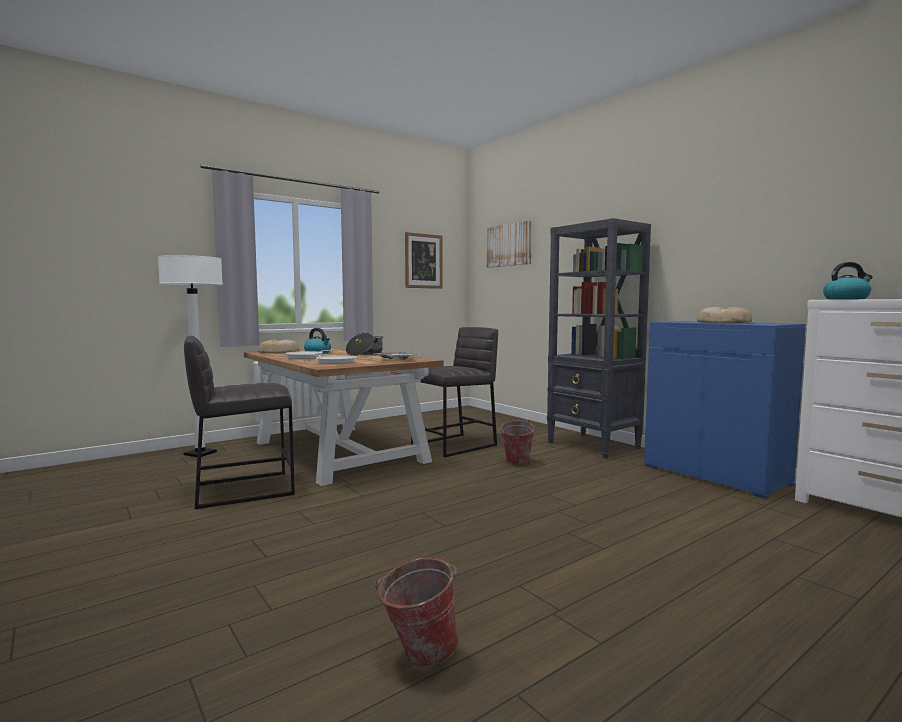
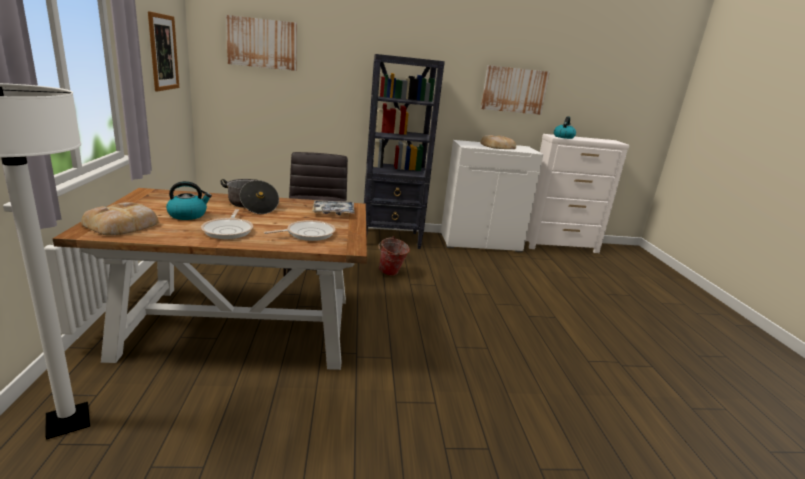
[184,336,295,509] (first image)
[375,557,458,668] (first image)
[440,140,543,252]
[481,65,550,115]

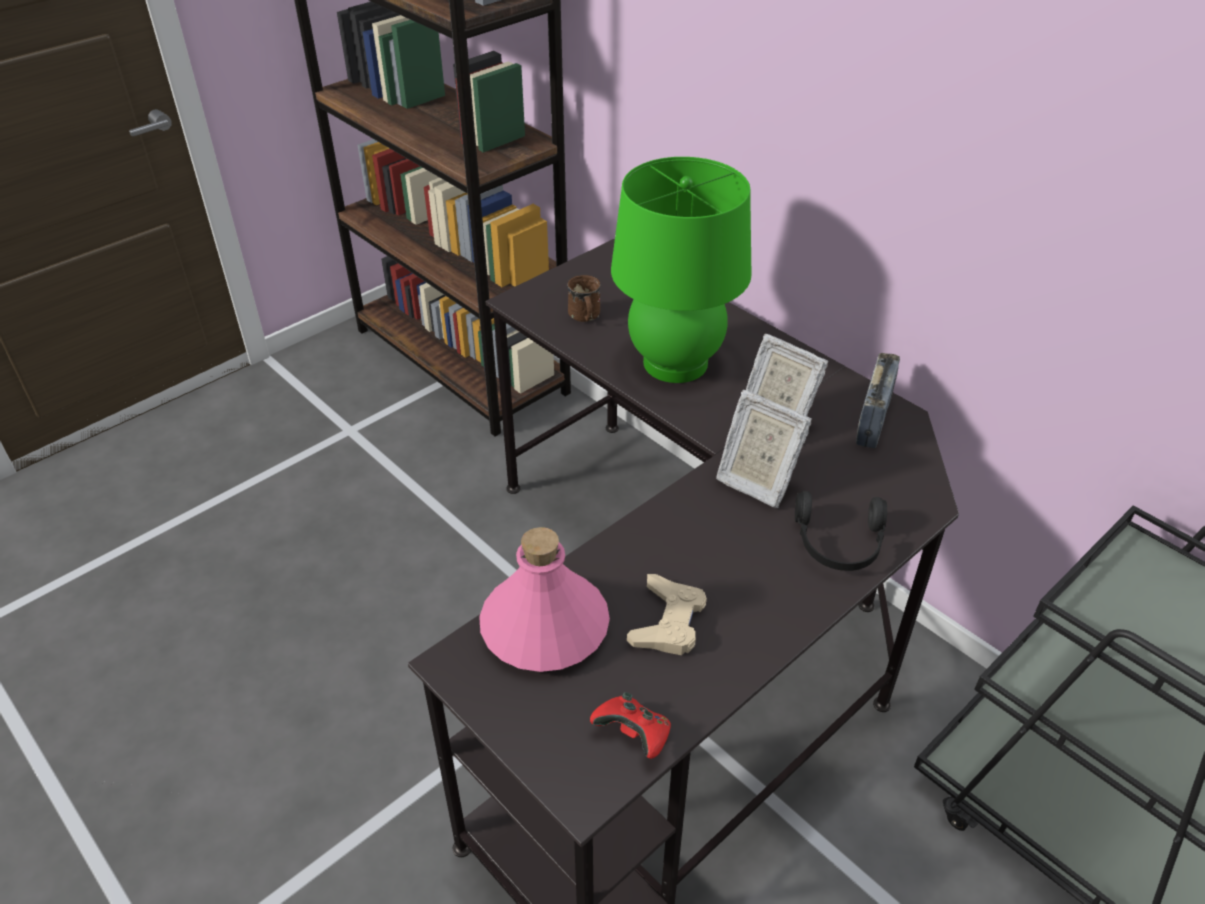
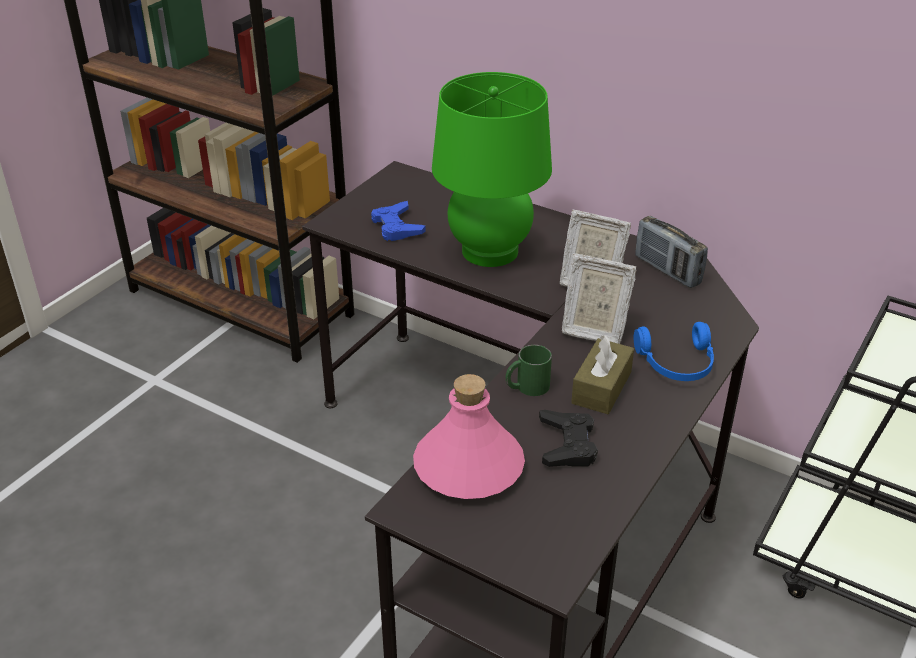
[371,201,426,241]
[590,692,671,759] (first image)
[539,410,598,467]
[634,322,714,381]
[635,216,708,288]
[506,345,552,396]
[571,335,634,414]

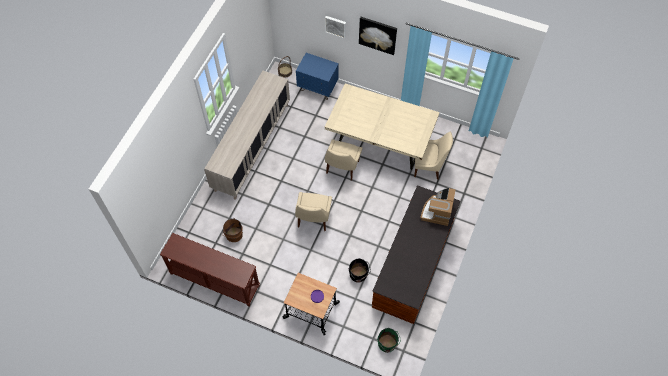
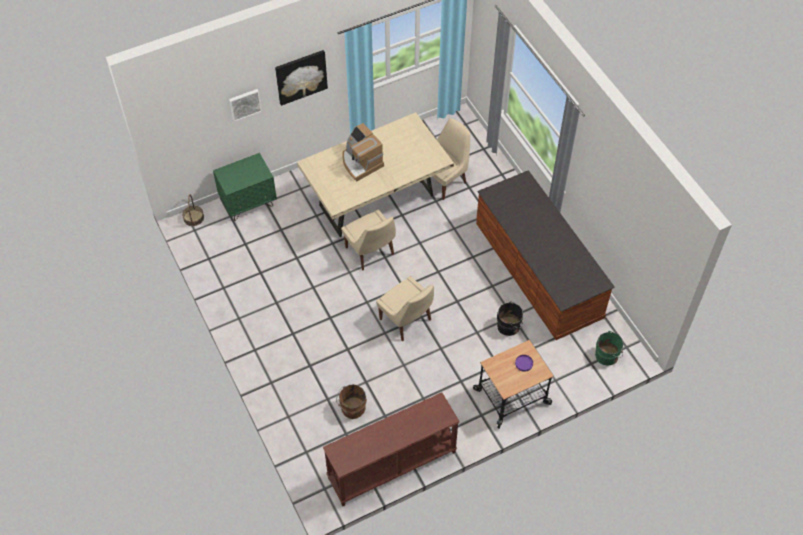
[204,71,290,200] (first image)
[213,153,277,221]
[342,123,384,182]

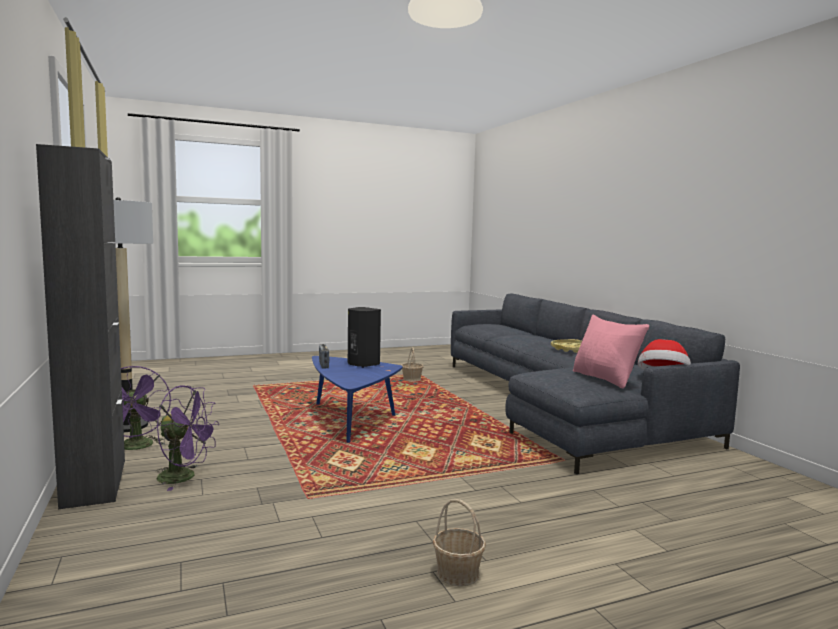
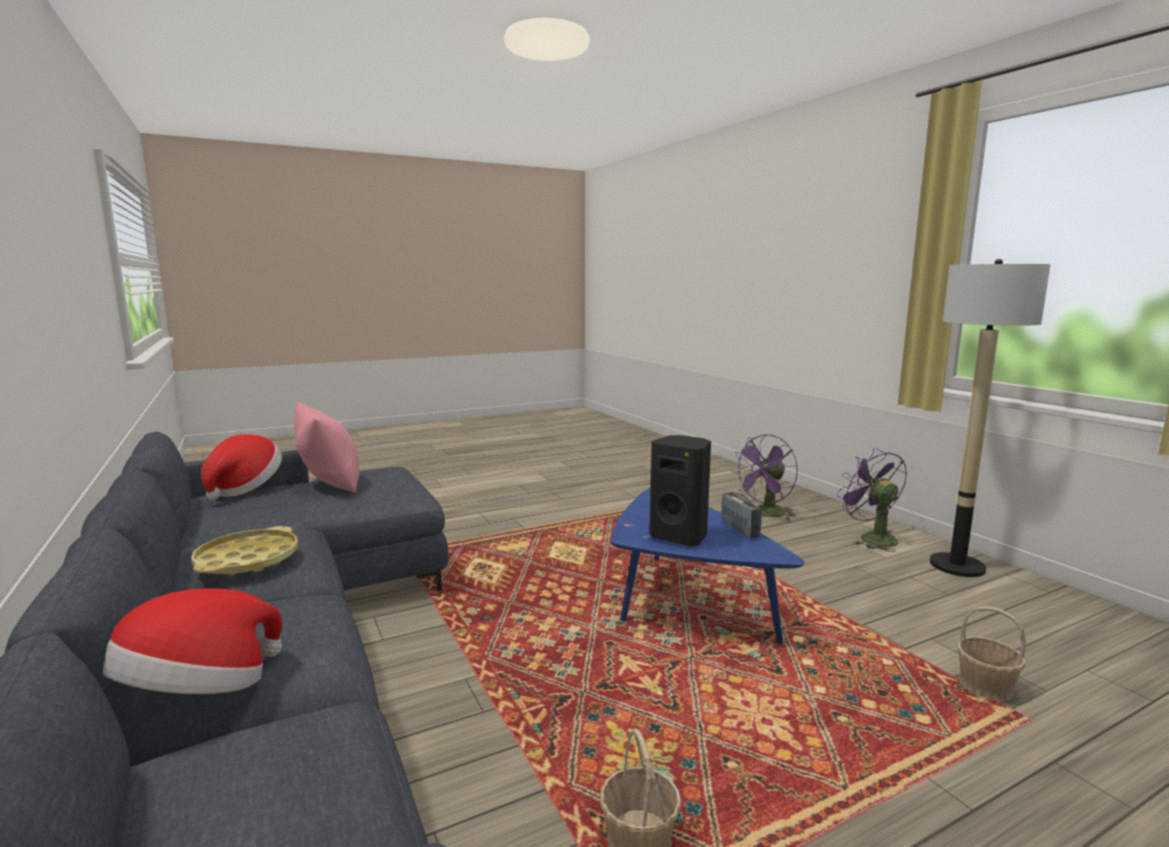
[36,144,125,509] (first image)
[732,434,798,520]
[957,606,1026,701]
[103,588,282,694]

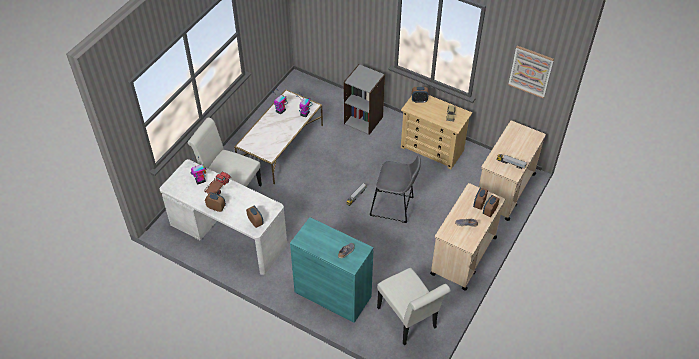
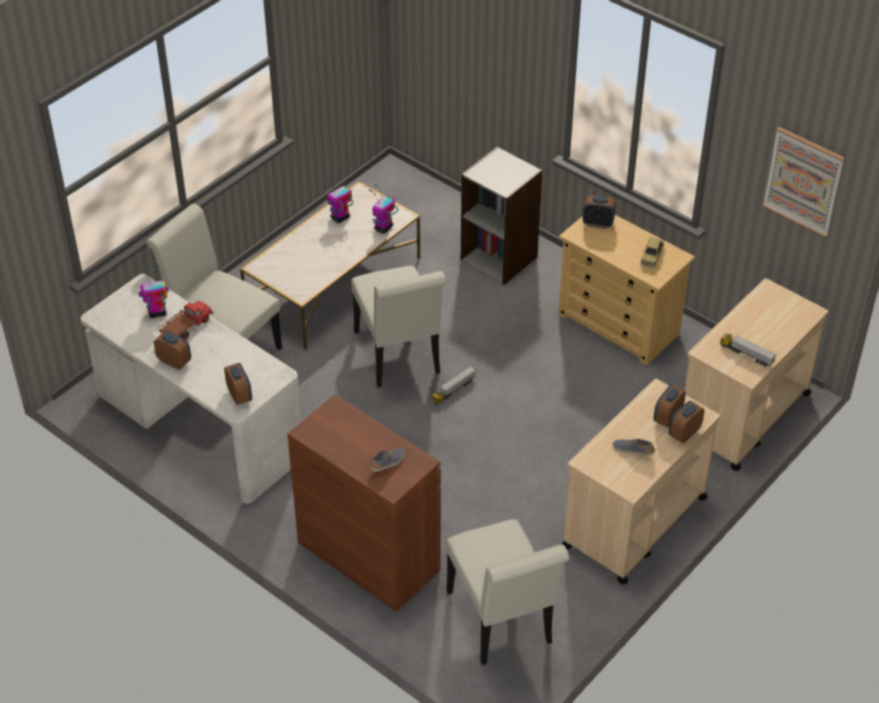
[287,394,441,612]
[369,155,421,223] (first image)
[351,266,446,388]

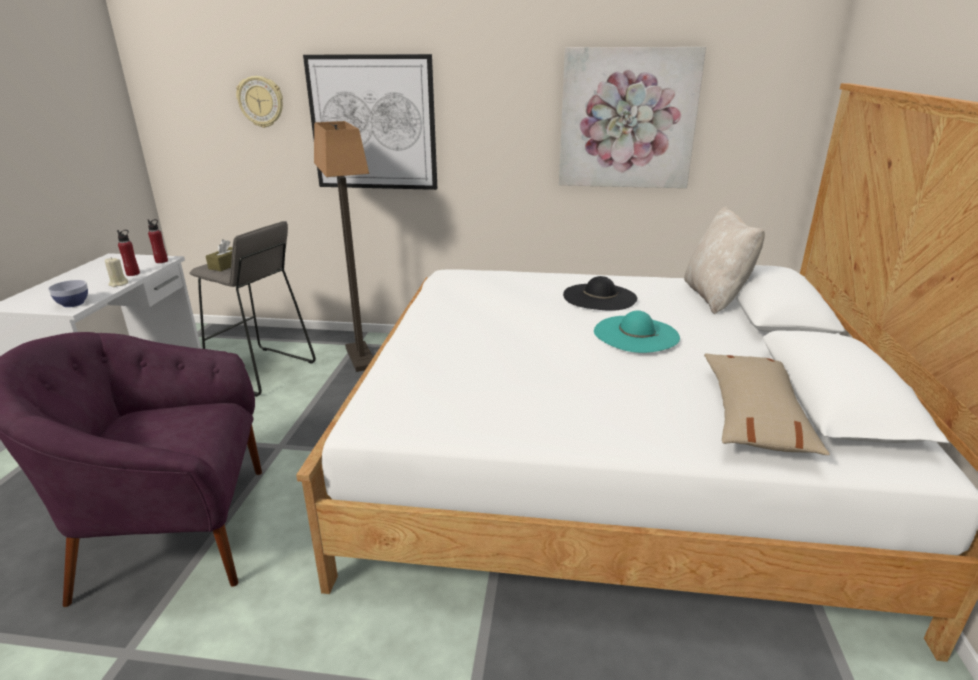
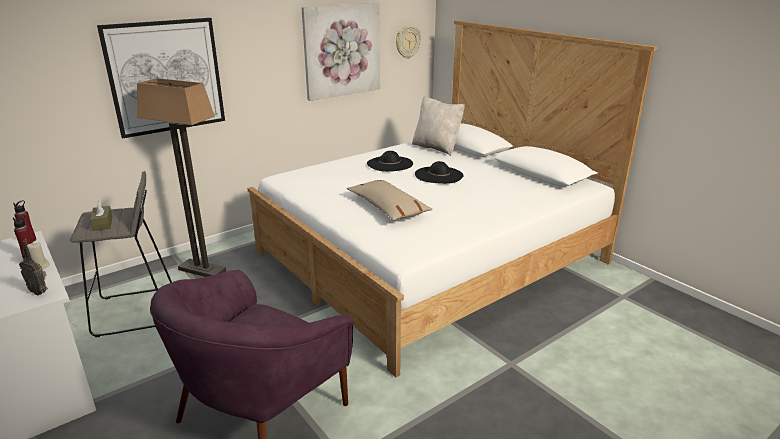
[19,241,48,295]
[396,26,421,59]
[415,161,463,184]
[347,180,433,221]

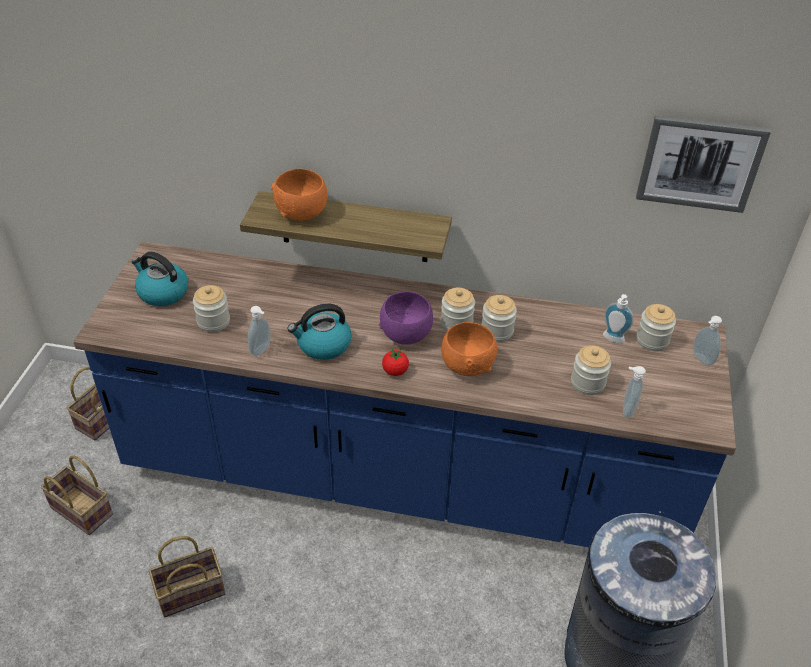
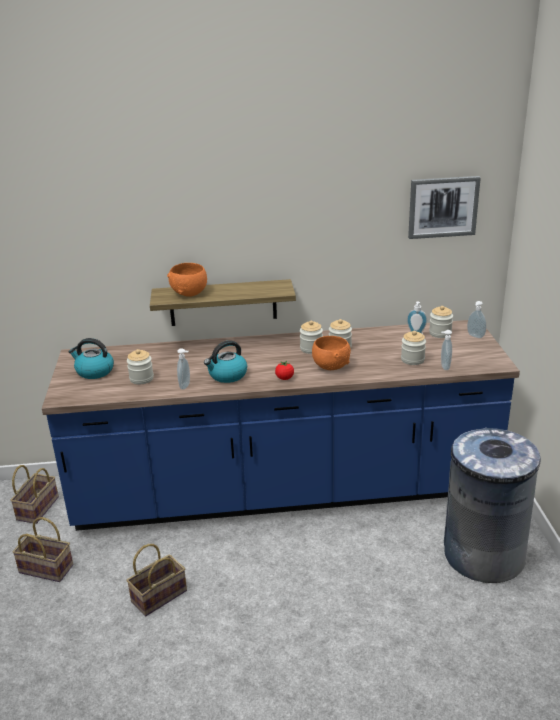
[379,292,433,345] (first image)

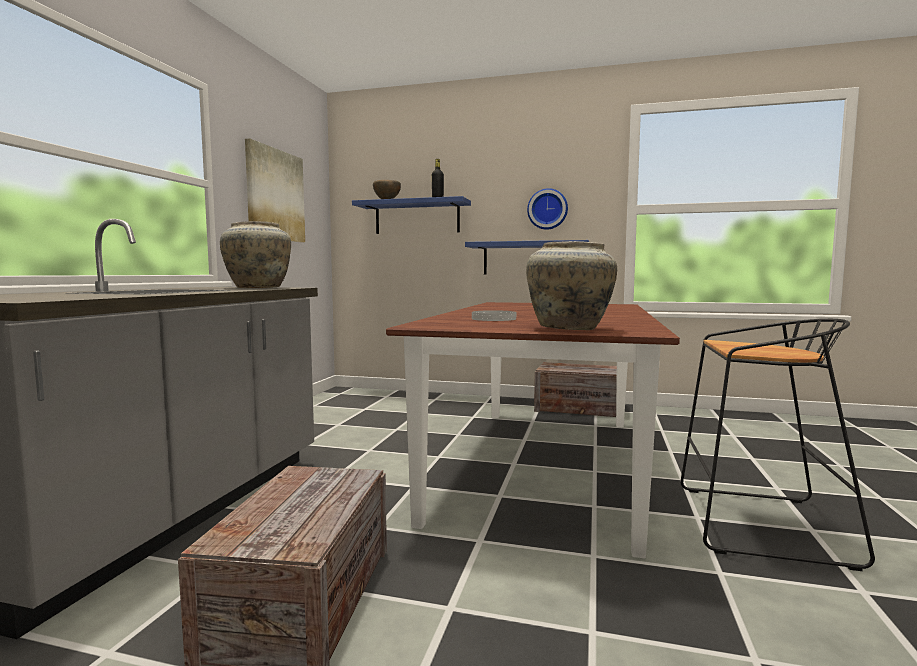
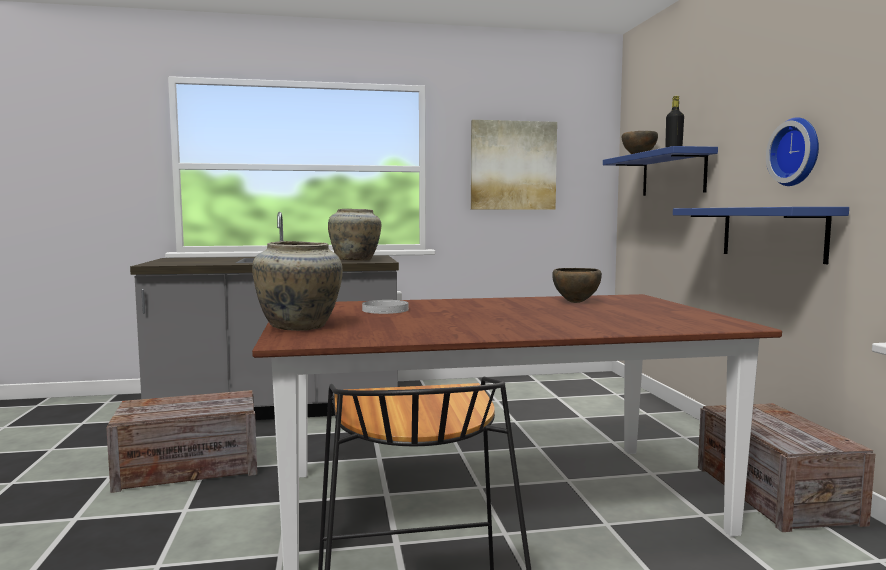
[552,268,602,303]

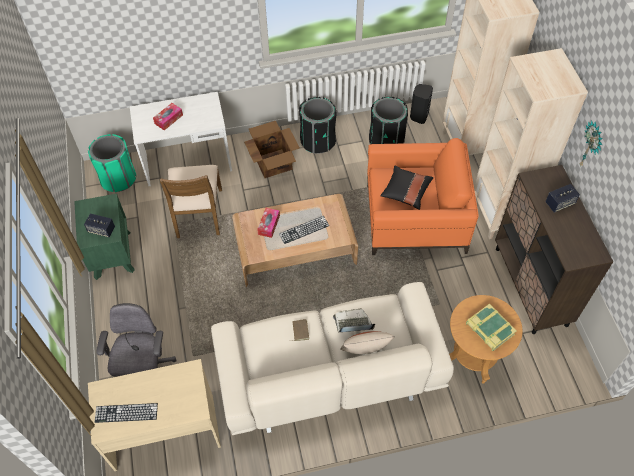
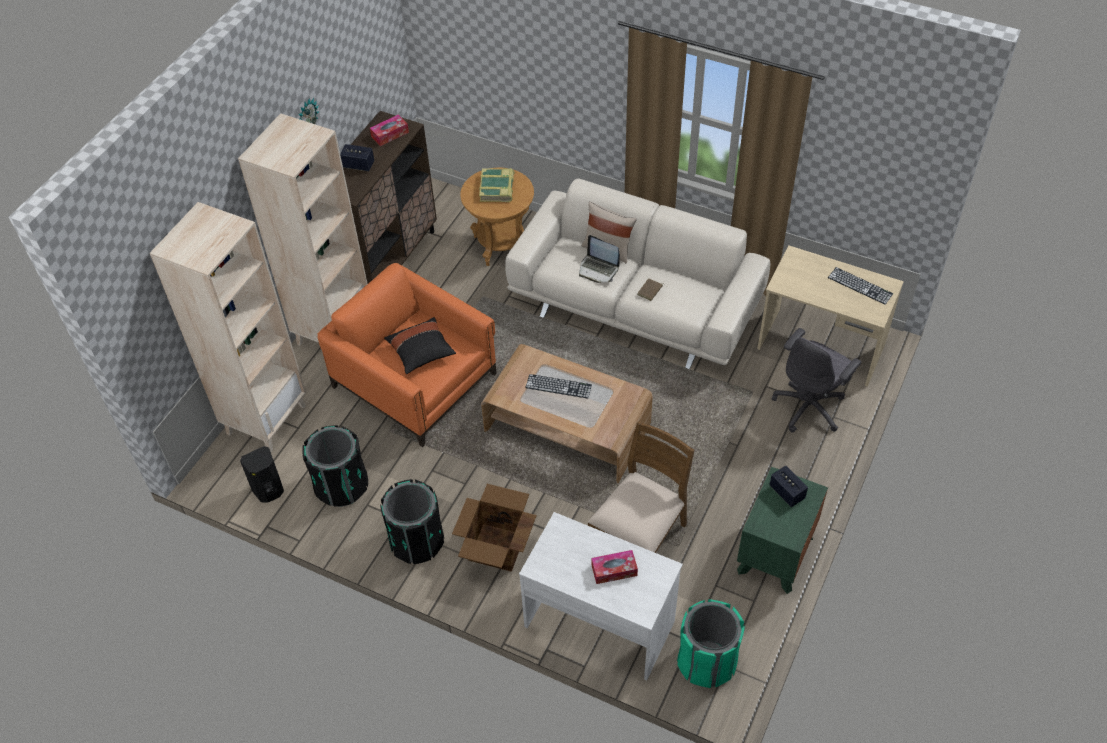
[370,115,409,146]

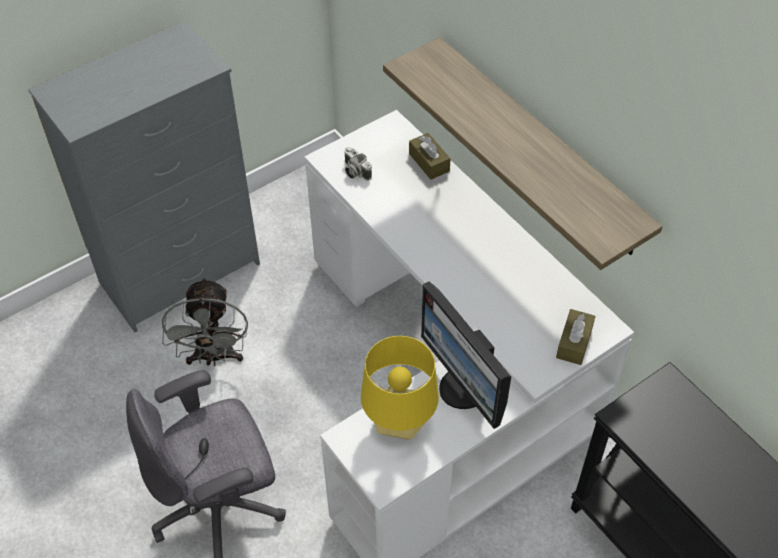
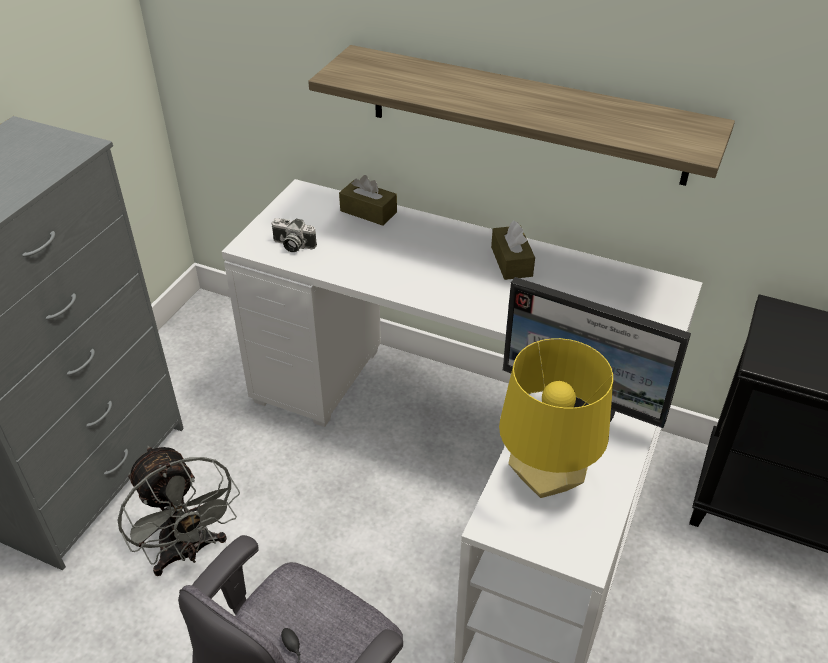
[491,220,535,280]

